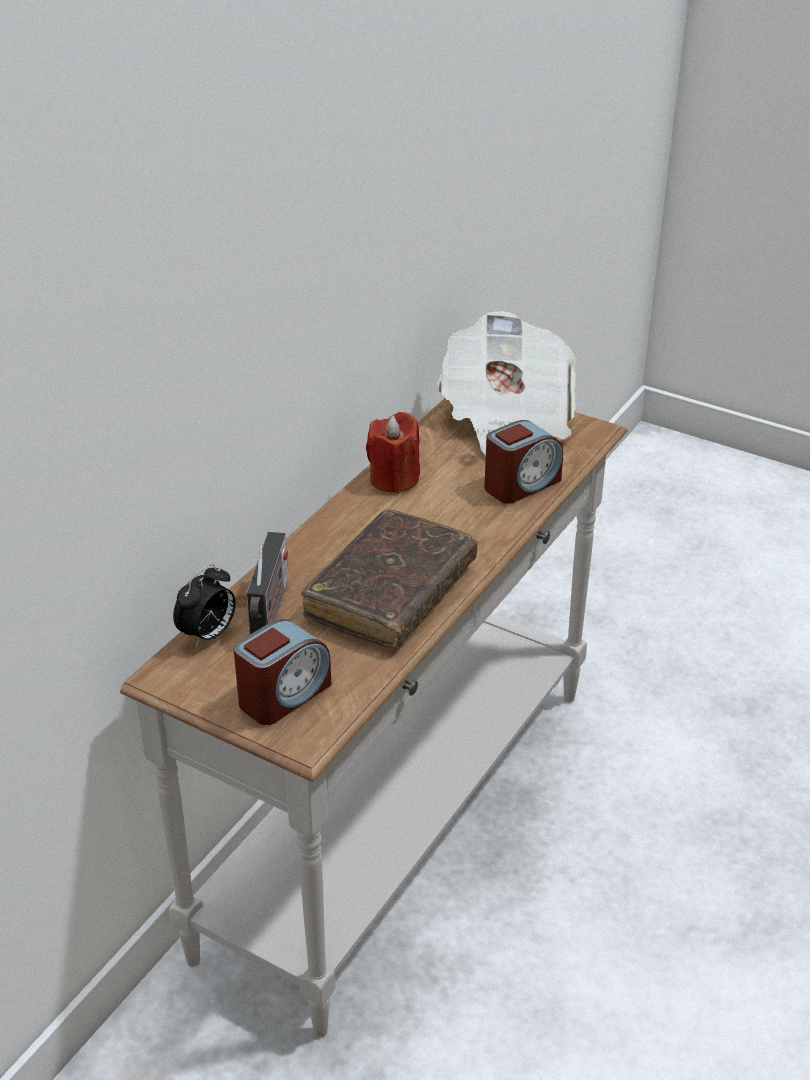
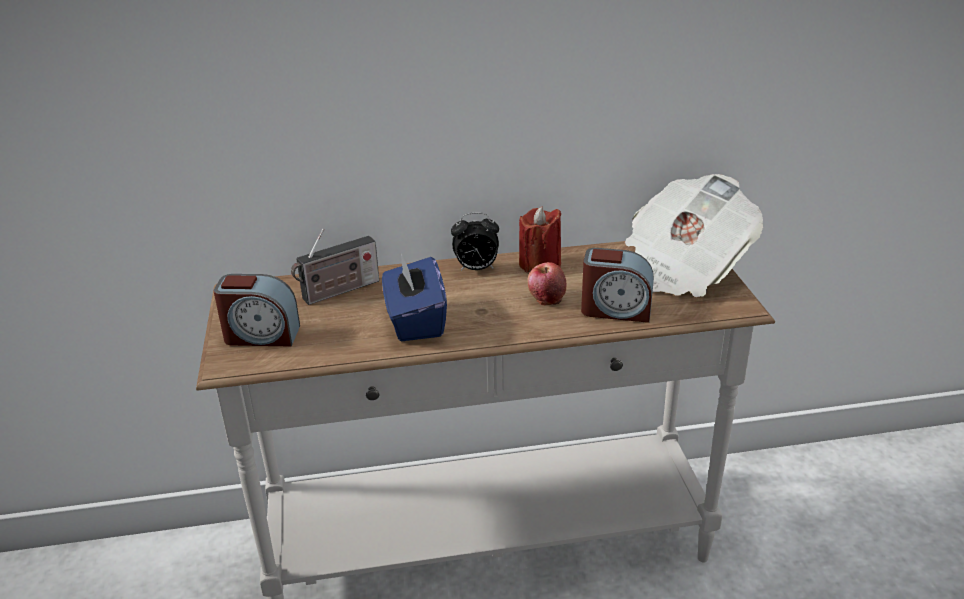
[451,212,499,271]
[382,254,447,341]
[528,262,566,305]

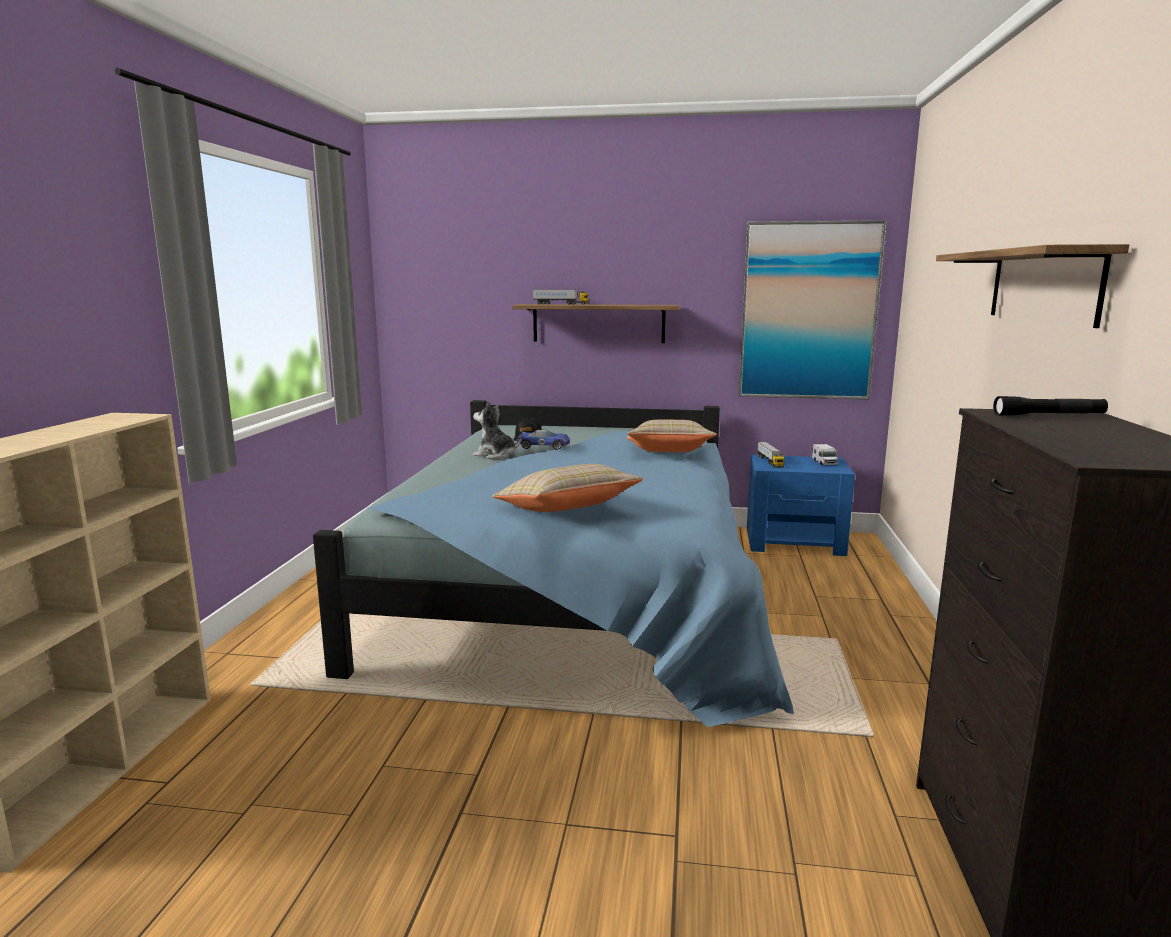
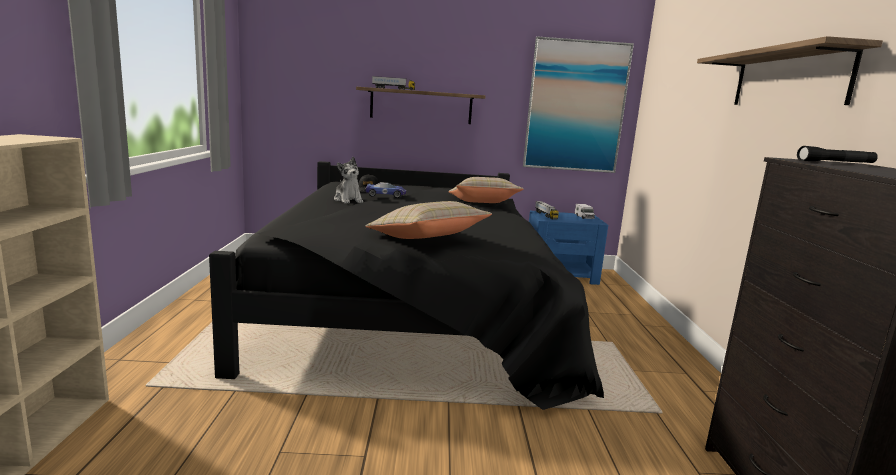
[209,161,604,410]
[334,157,363,203]

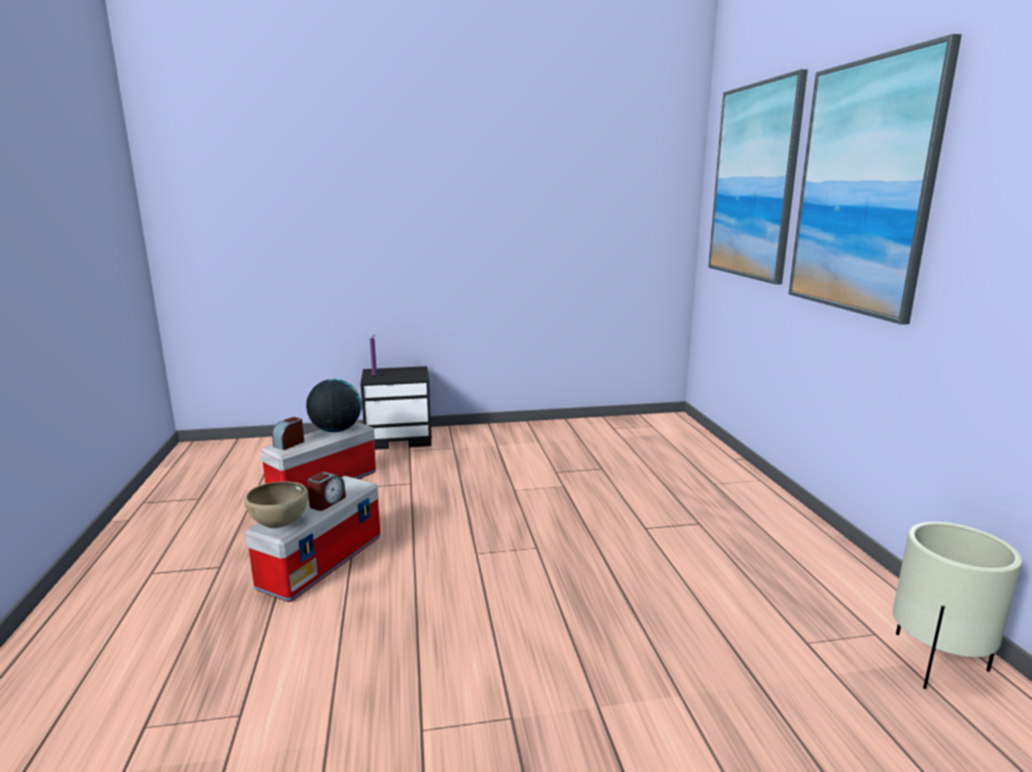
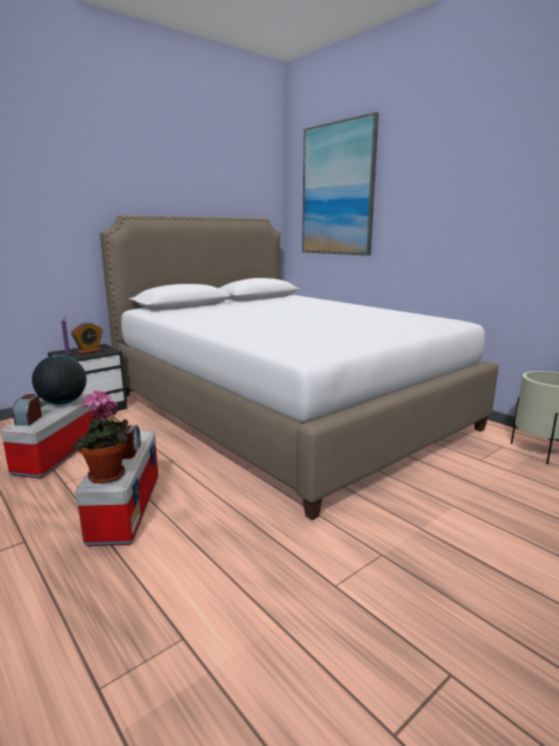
[72,390,128,484]
[789,34,962,325] (first image)
[71,323,103,355]
[100,215,499,520]

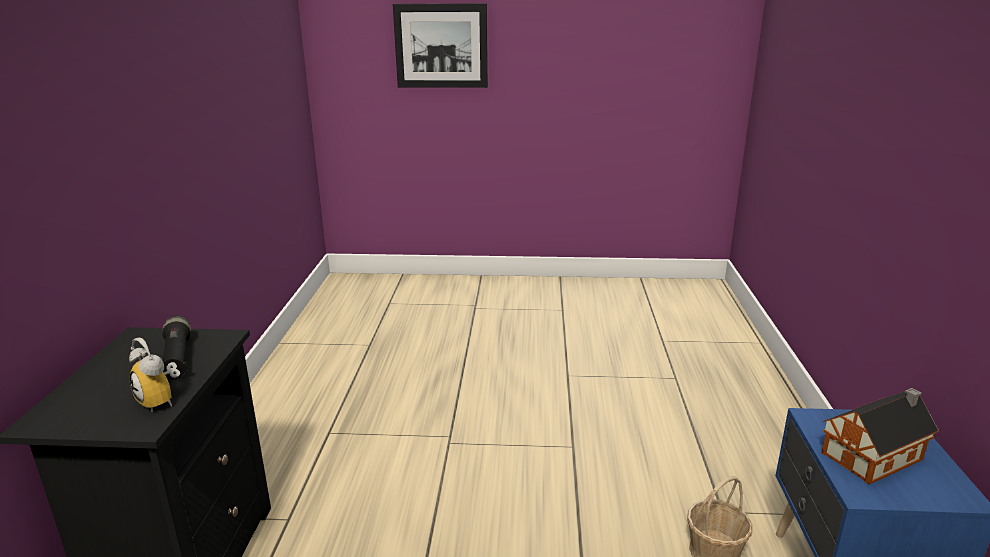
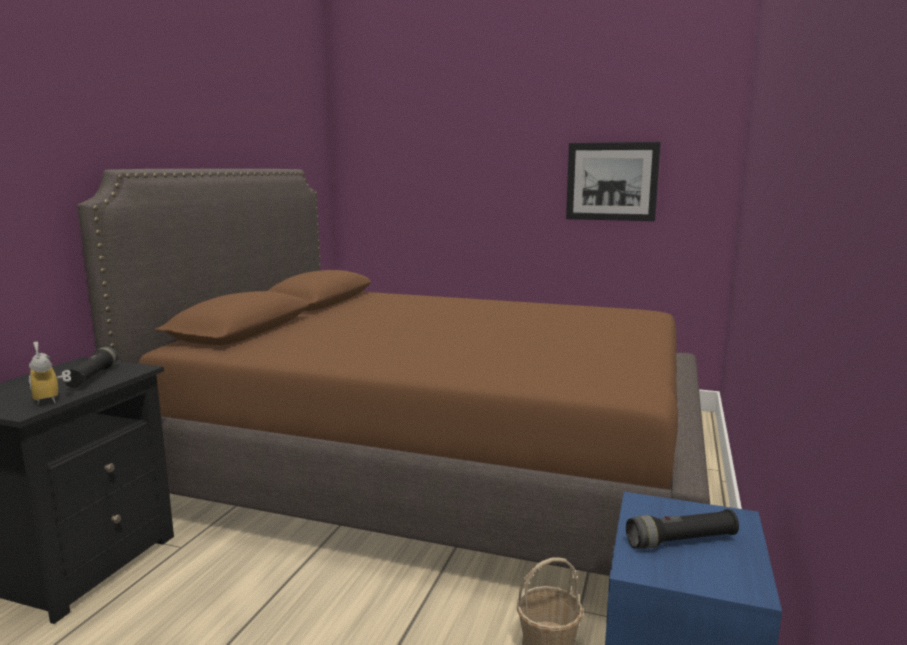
[566,142,661,221]
[626,509,739,549]
[77,169,710,576]

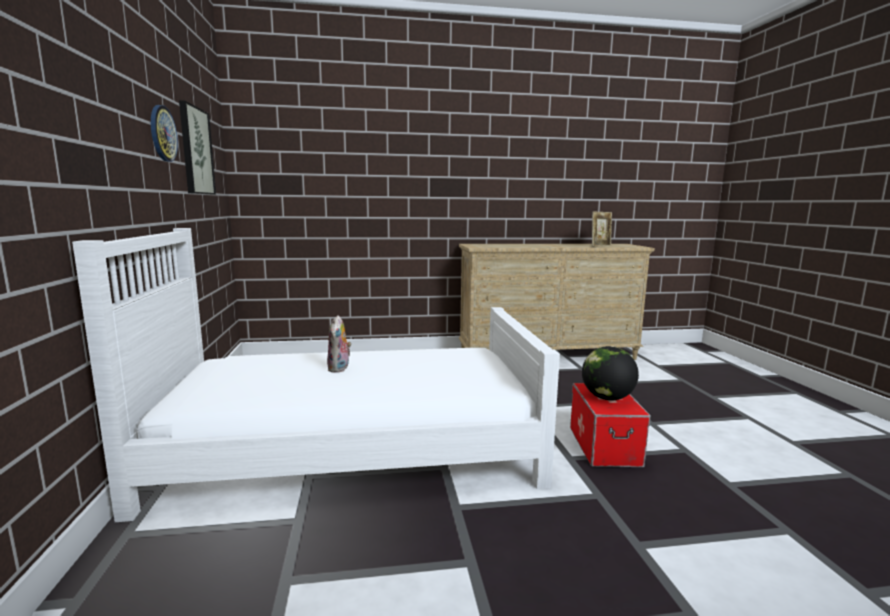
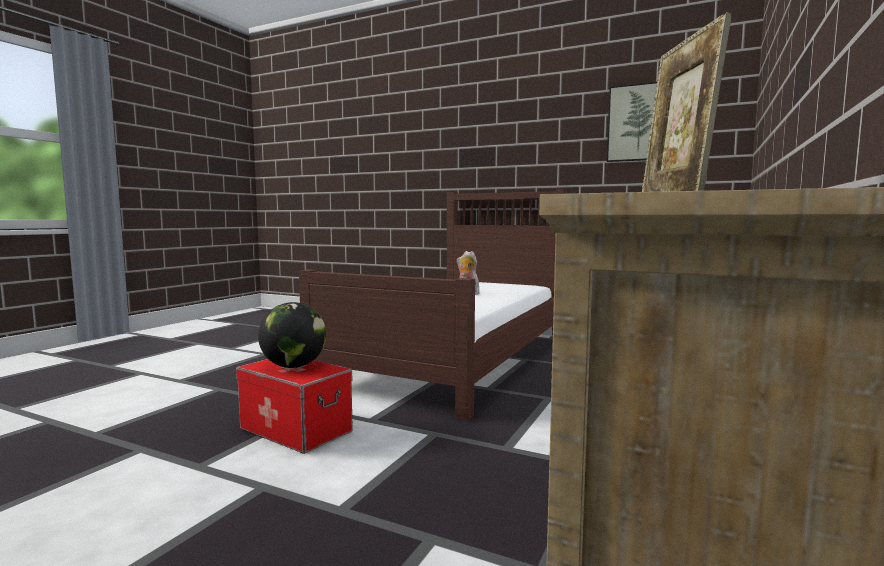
[299,189,567,421]
[151,105,178,162] (first image)

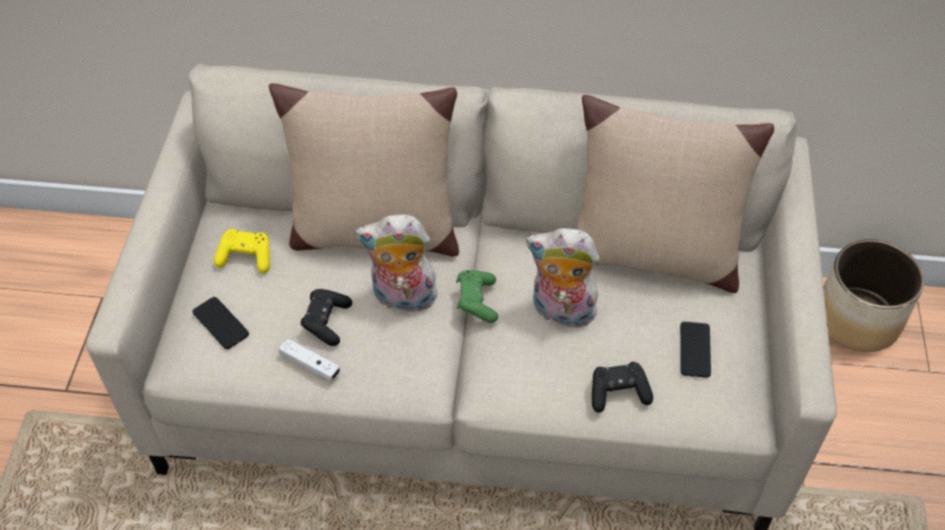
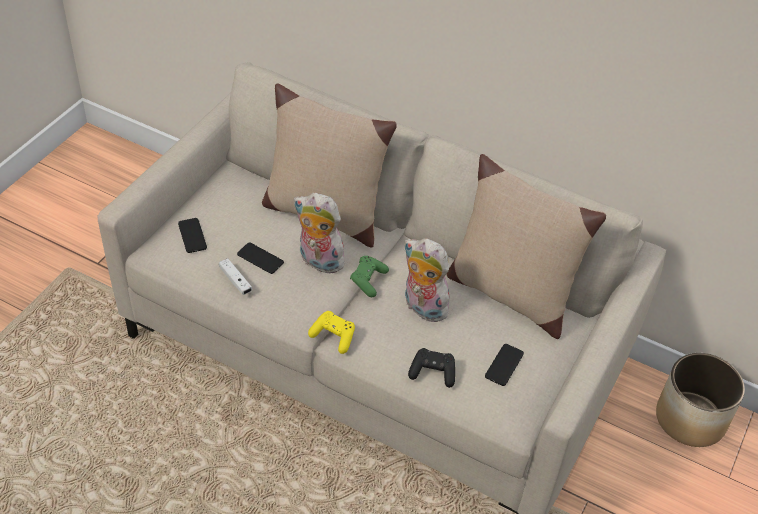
[308,311,355,354]
[237,242,284,274]

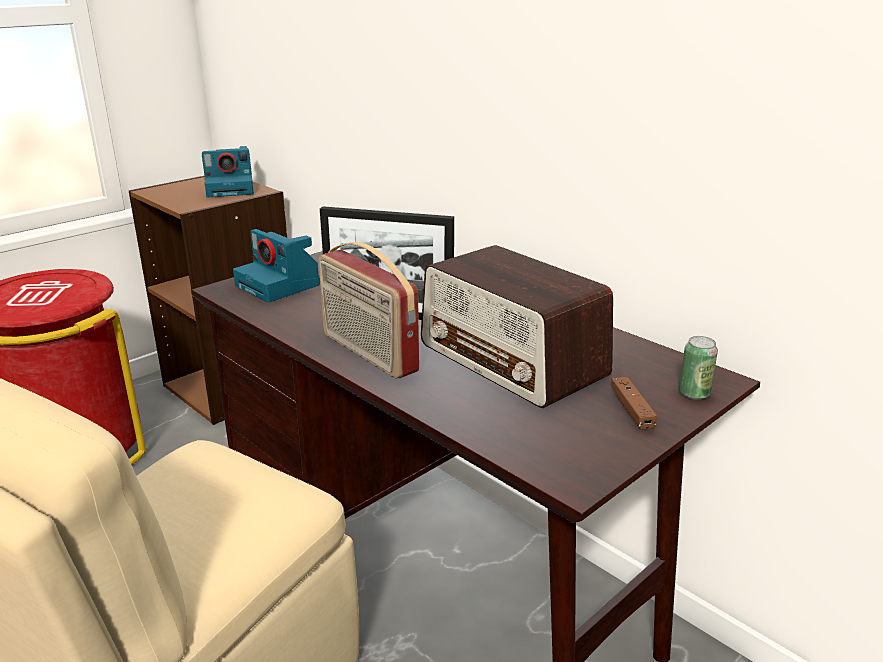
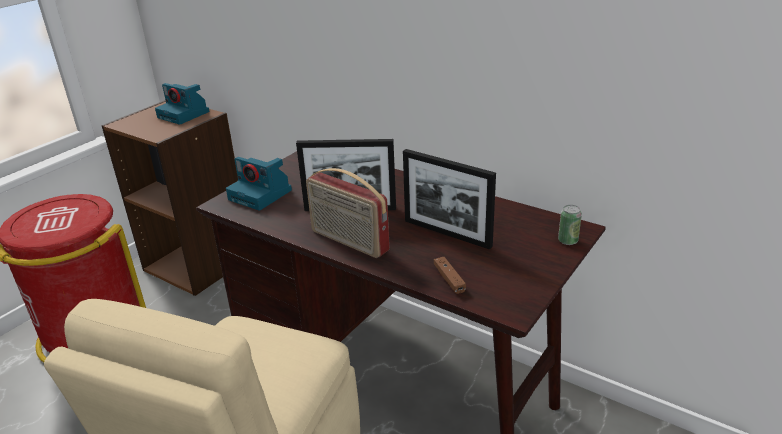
[155,83,210,125]
[403,149,496,250]
[434,257,466,294]

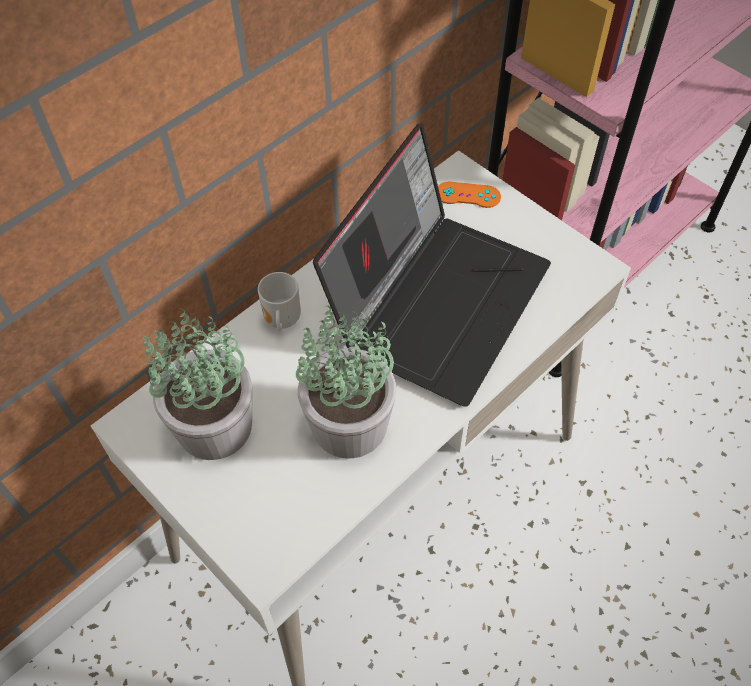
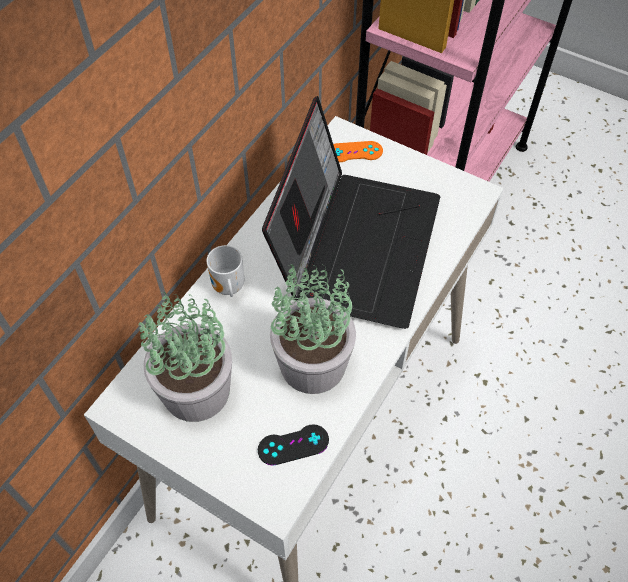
[258,424,329,466]

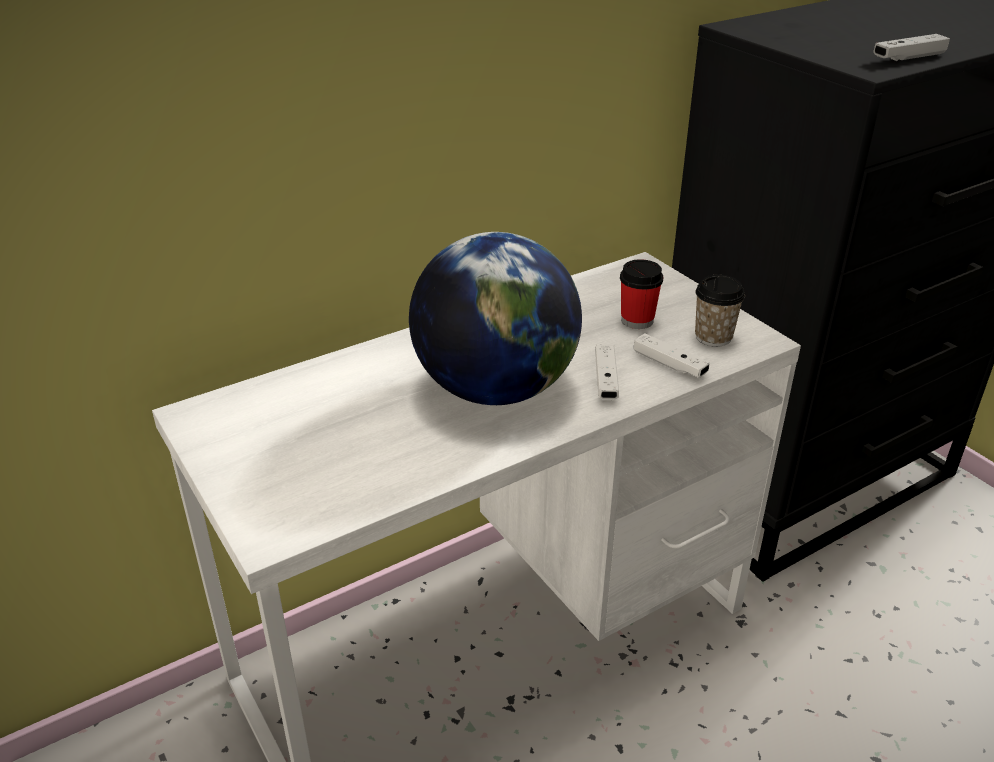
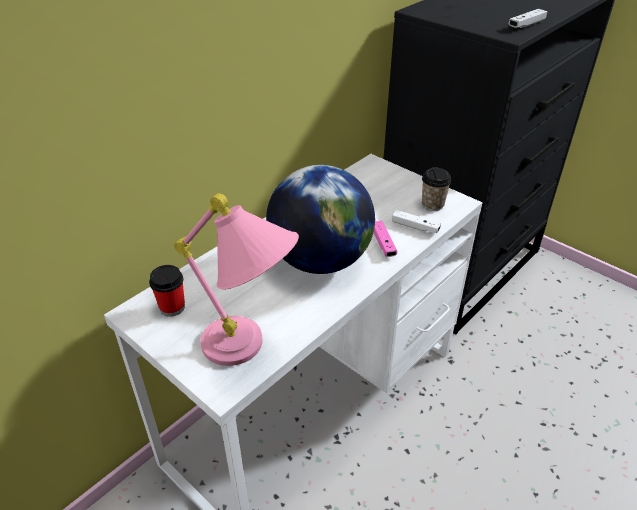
[374,221,397,257]
[149,265,185,317]
[174,193,299,366]

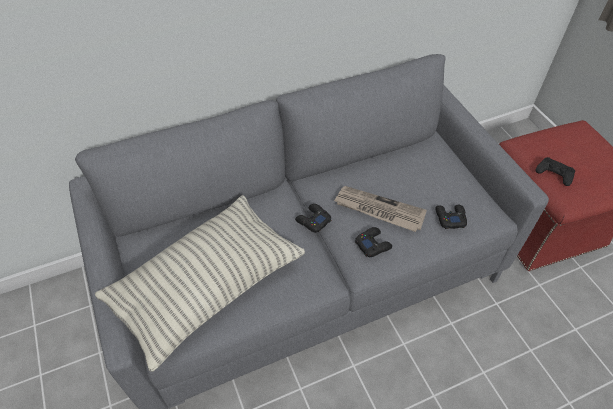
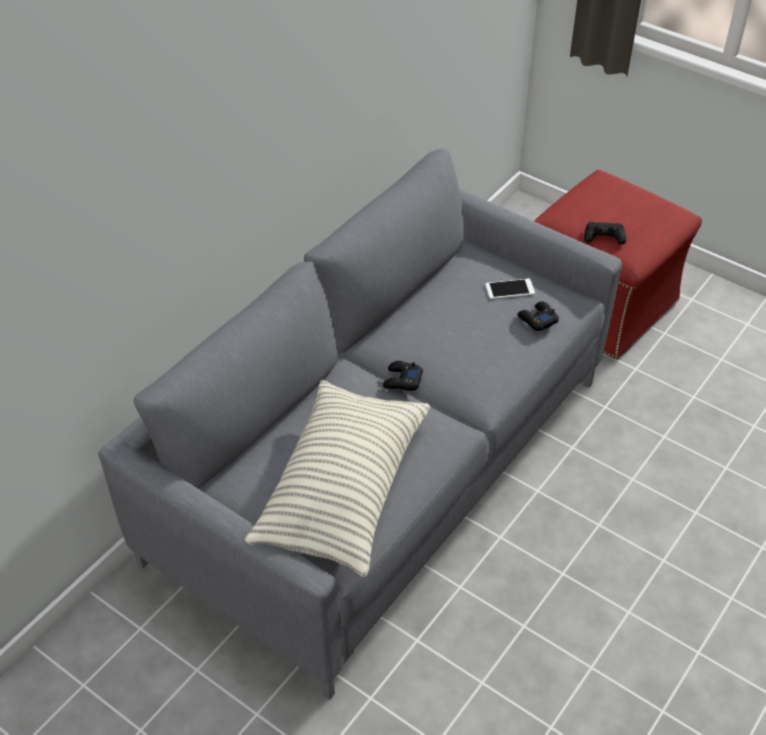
[334,186,427,232] (first image)
[355,227,392,257] (first image)
[486,279,535,299]

